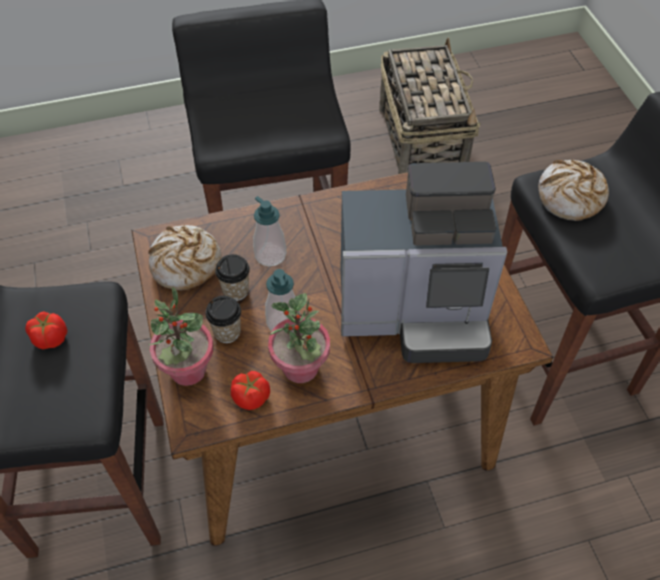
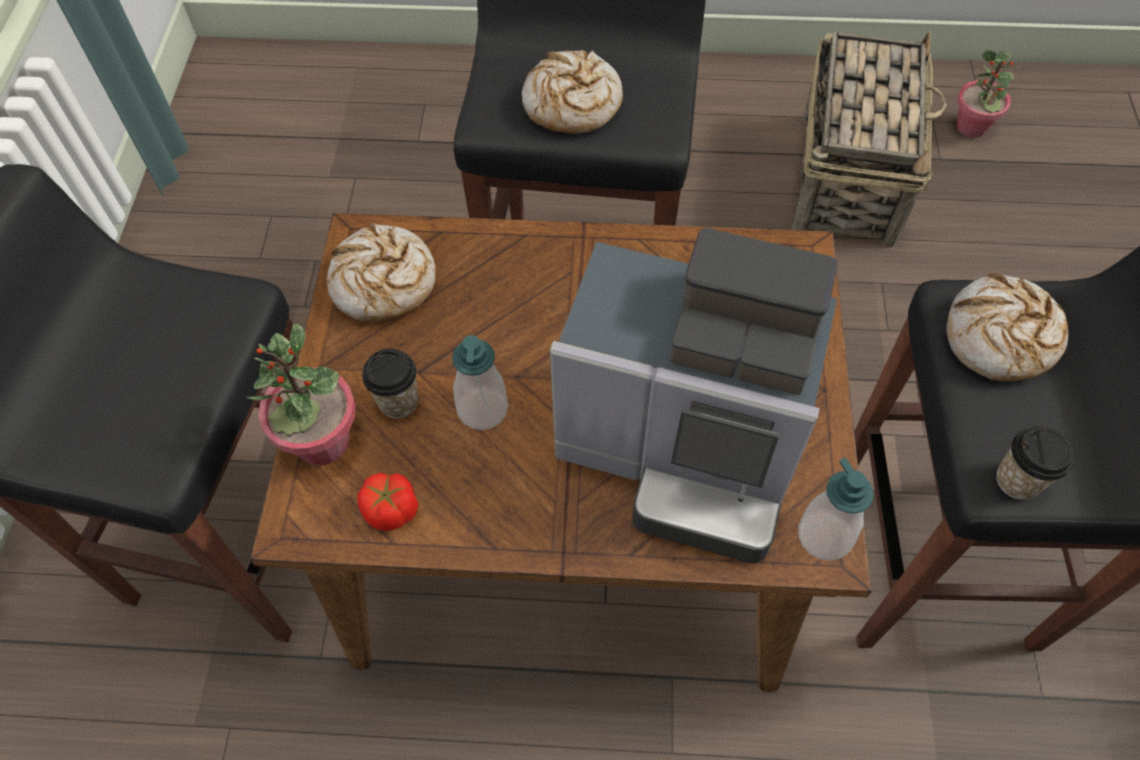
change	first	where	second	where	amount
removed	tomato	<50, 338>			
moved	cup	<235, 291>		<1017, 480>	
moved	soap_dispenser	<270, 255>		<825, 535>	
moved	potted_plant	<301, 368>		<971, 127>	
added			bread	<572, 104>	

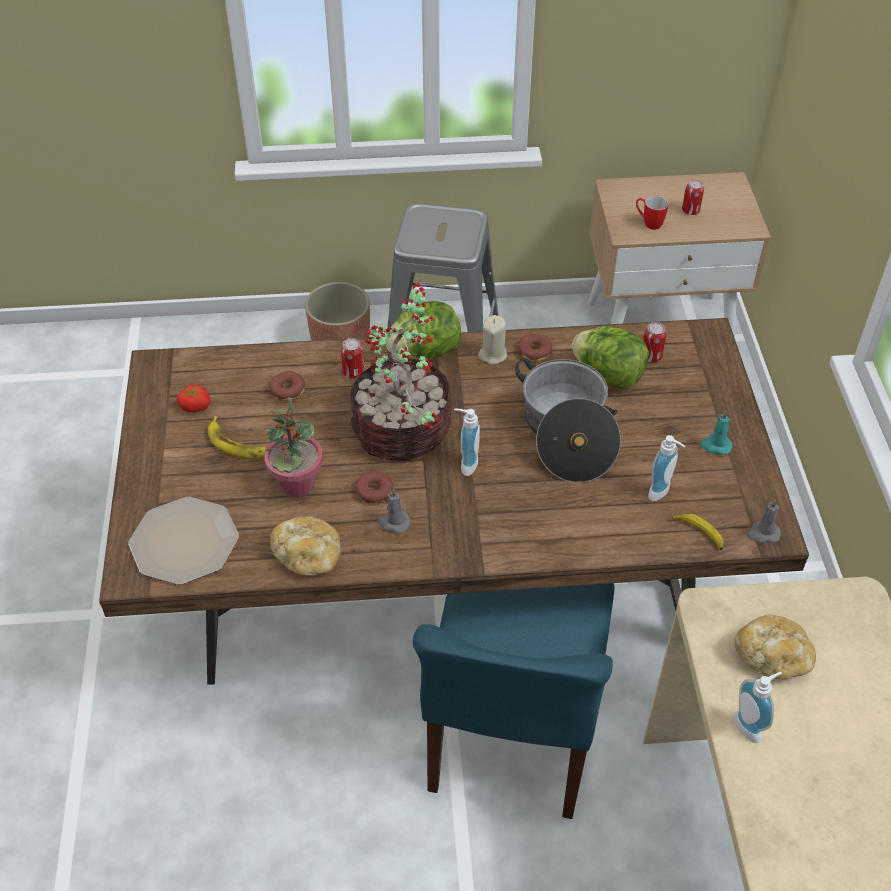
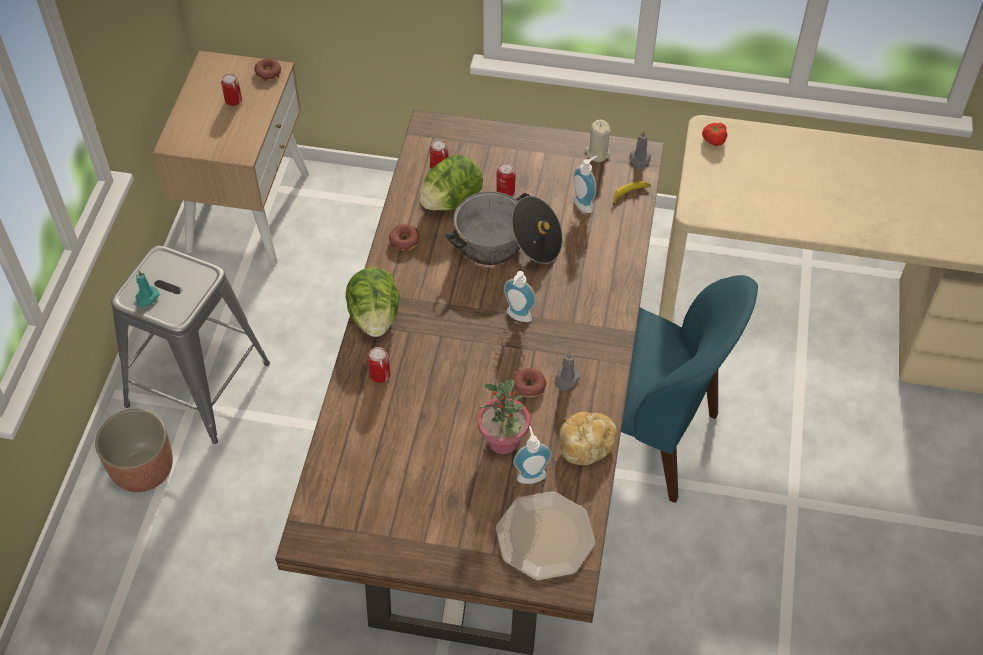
change	first	where	second	where	amount
moved	tomato	<195, 405>		<713, 140>	
removed	banana	<238, 444>			
moved	donut	<288, 390>		<268, 73>	
removed	potted_plant	<403, 432>			
moved	beige_candle	<493, 354>		<597, 153>	
removed	mug	<648, 223>			
moved	turquoise_candle	<715, 445>		<146, 297>	
moved	soap_dispenser	<751, 725>		<530, 474>	
removed	bread	<772, 657>			
added			can	<505, 191>	

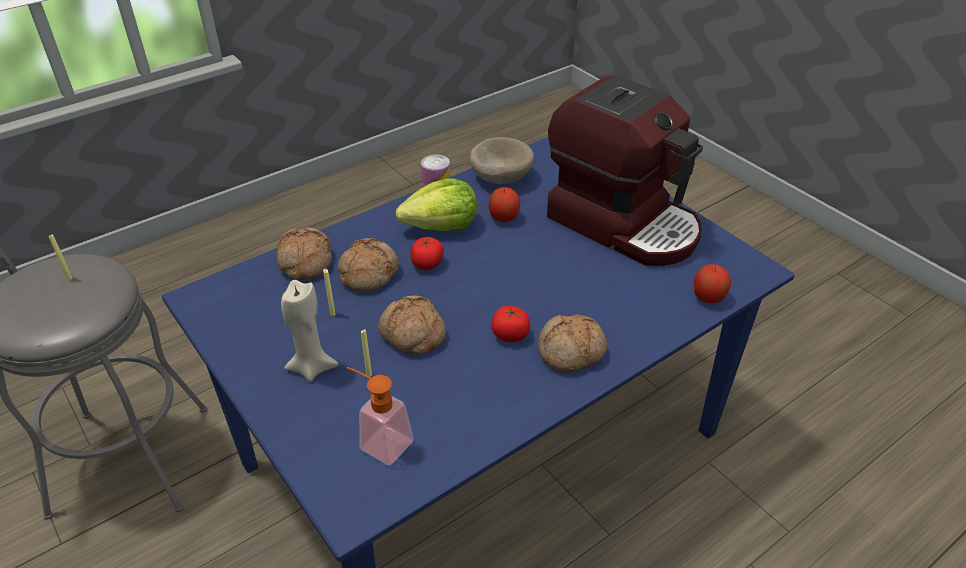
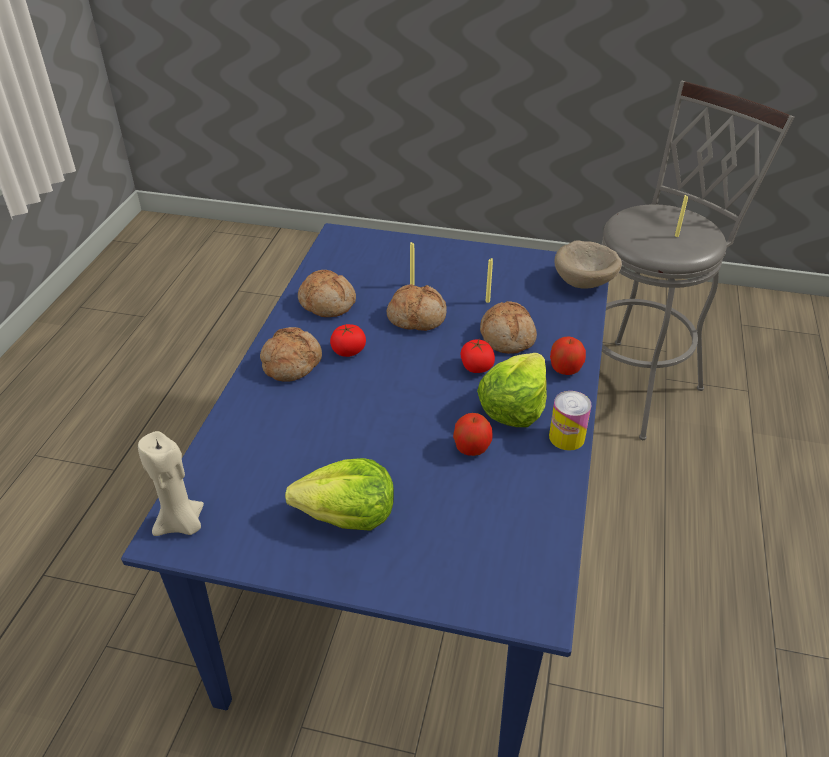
change	first	where	second	where	amount
moved	bread	<304, 262>		<328, 303>	
moved	beige_candle	<312, 367>		<182, 524>	
removed	soap_dispenser	<379, 441>			
moved	beige_bowl	<500, 177>		<585, 282>	
replaced	coffee_machine	<624, 223>	lettuce	<348, 516>	
moved	apple	<708, 297>		<565, 369>	

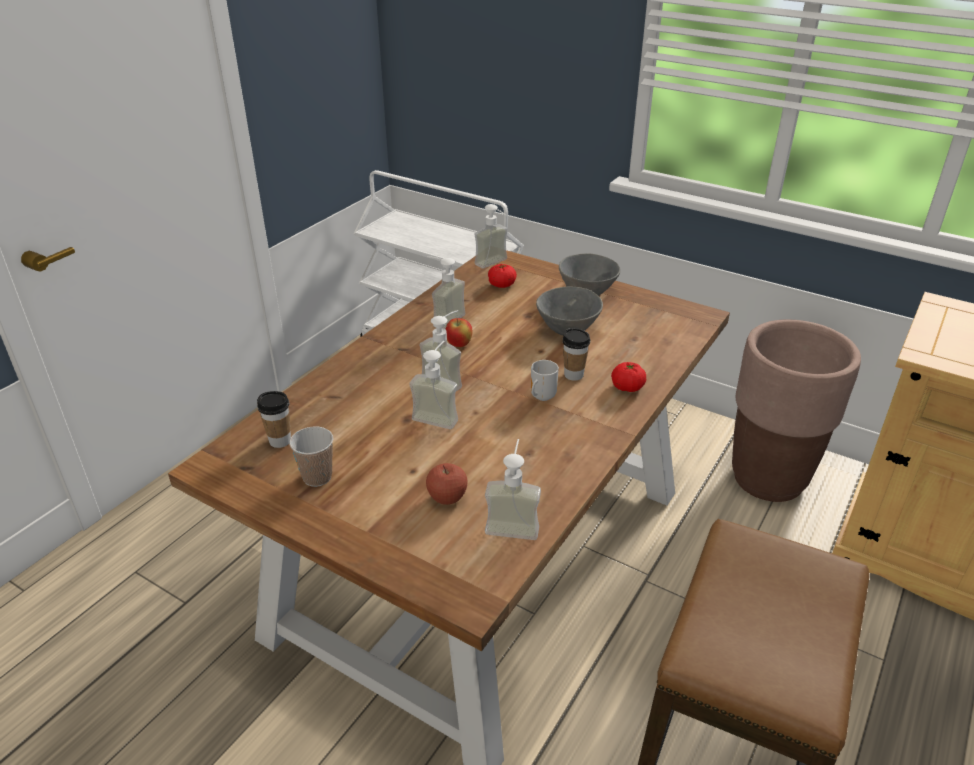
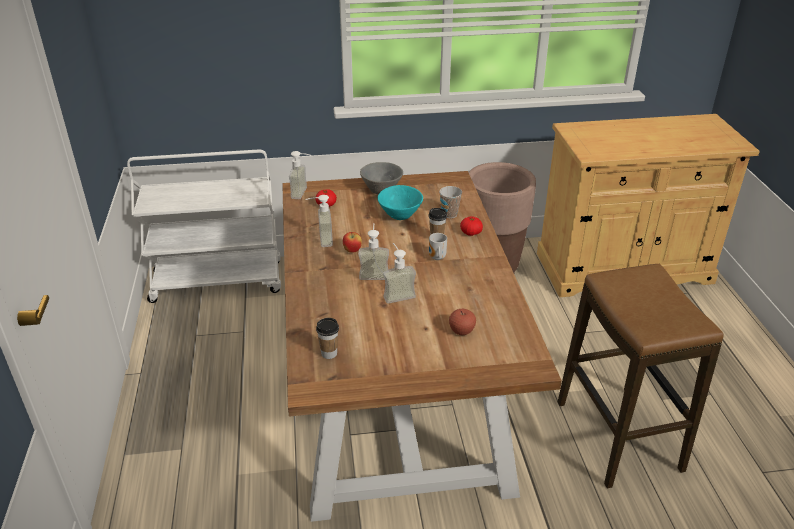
change	first	where	second	where	amount
moved	cup	<317, 477>		<449, 214>	
removed	soap_dispenser	<513, 522>			
recoloured	grey_bowl	<566, 329>	turquoise_bowl	<398, 215>	

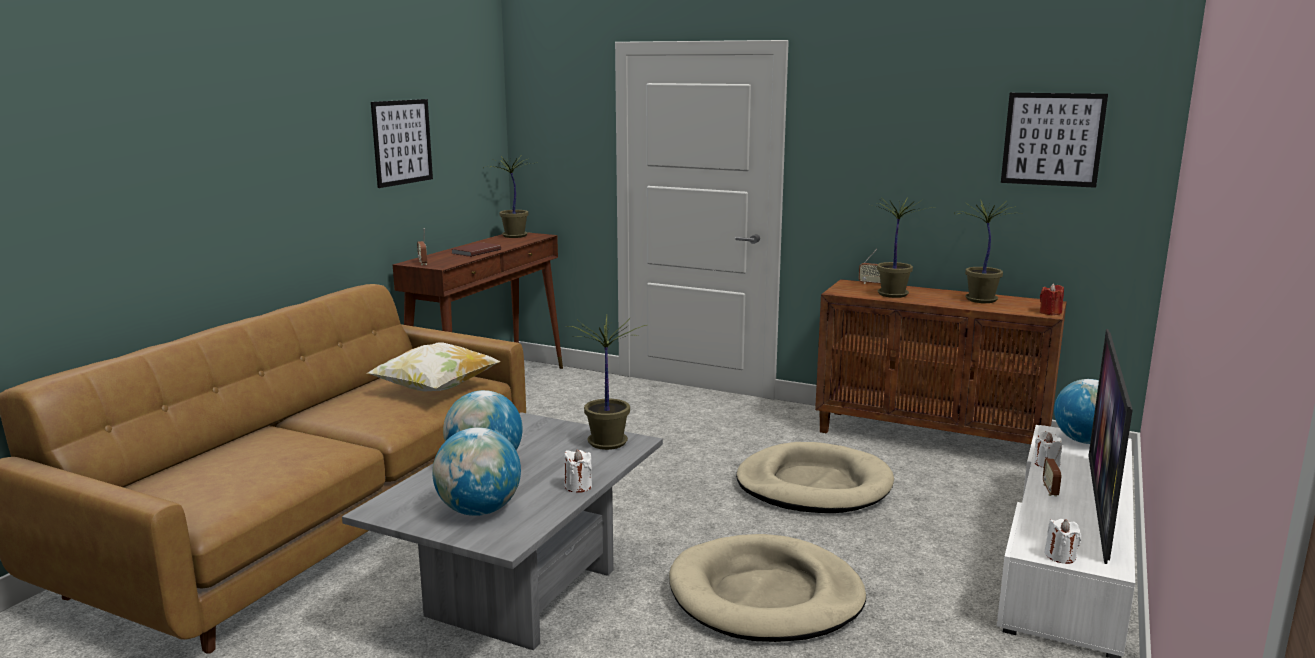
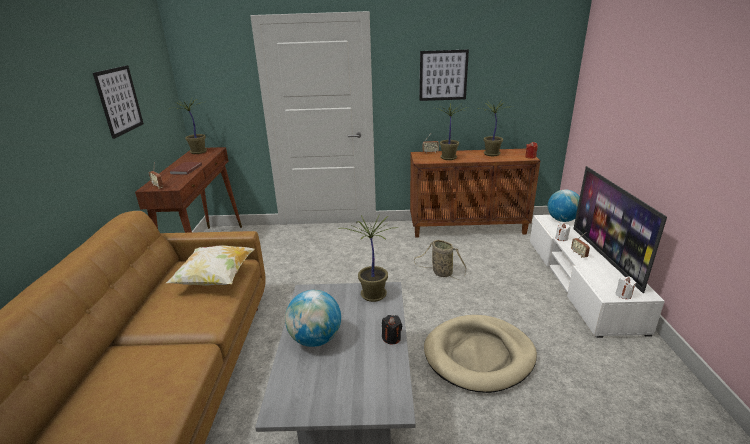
change	first	where	second	where	amount
removed	globe	<479, 511>			
recoloured	white_candle	<578, 486>	black_candle	<391, 338>	
replaced	beige_dog_bed	<813, 485>	basket	<440, 272>	
moved	picture	<1052, 139>		<443, 75>	

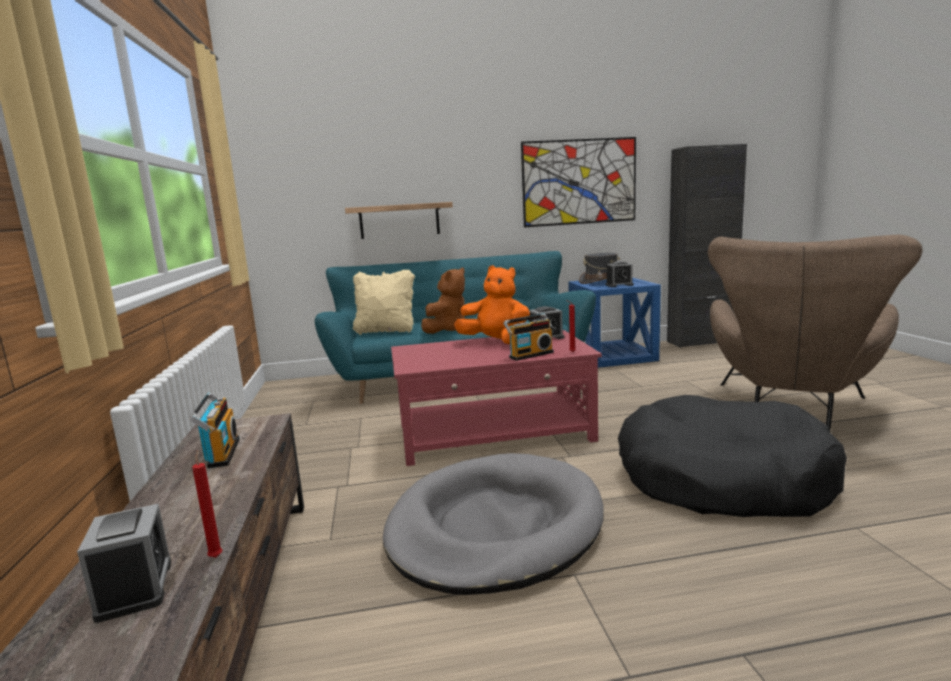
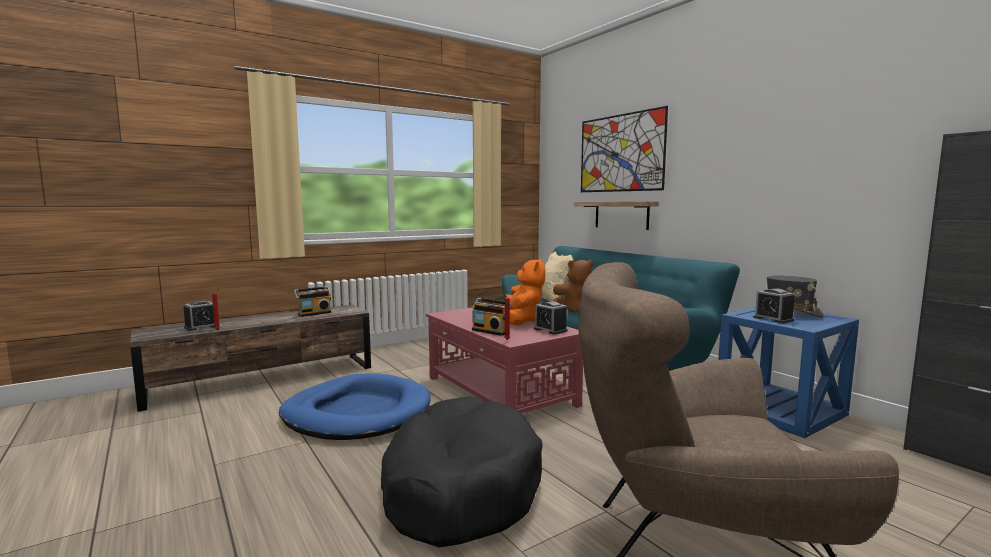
change	first	where	second	where	amount
recoloured	grey_dog_bed	<495, 527>	blue_dog_bed	<357, 413>	
moved	picture	<579, 182>		<620, 153>	

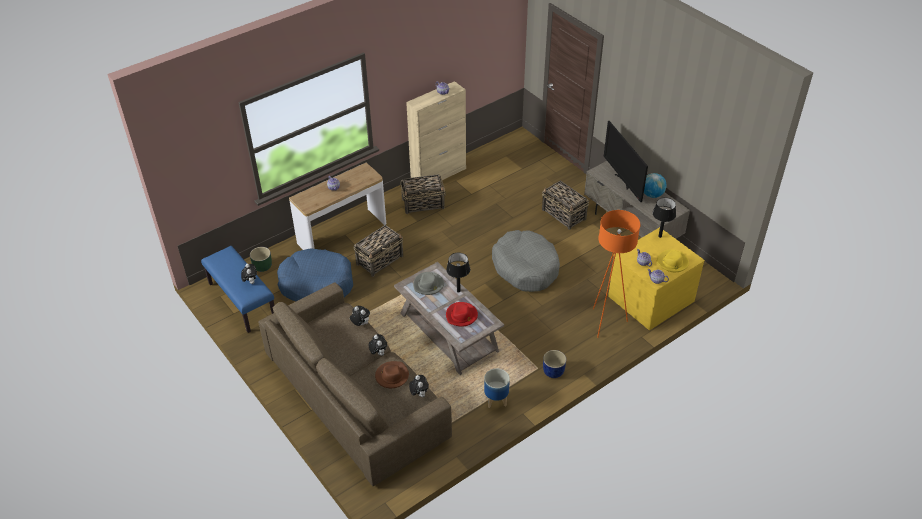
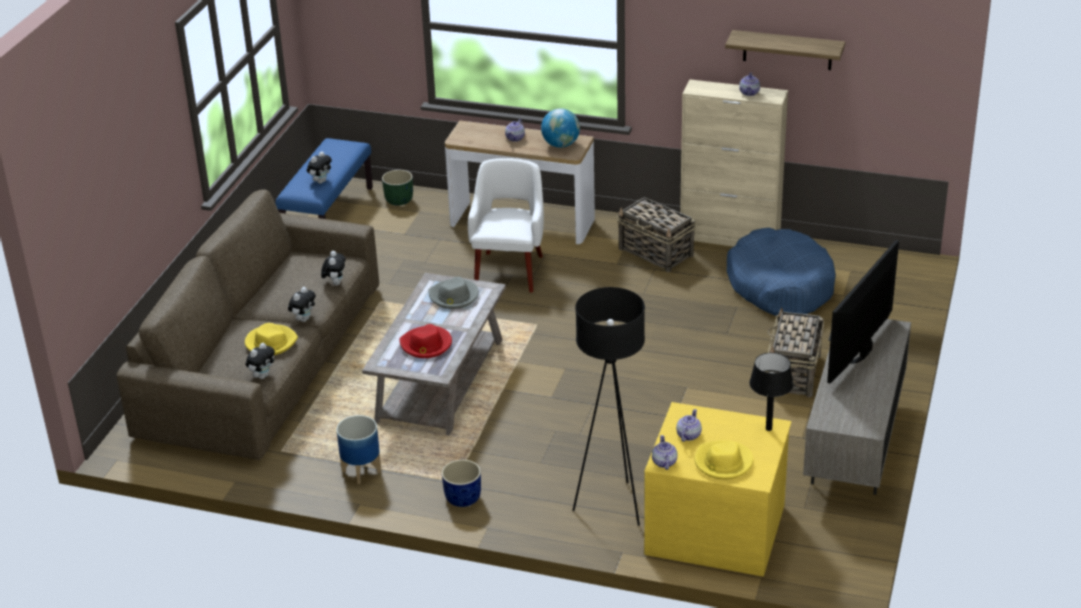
change	first	where	second	where	amount
moved	blue_dog_bed	<316, 284>		<780, 286>	
replaced	basket	<380, 260>	white_armchair	<509, 271>	
recoloured	brown_hat	<392, 376>	yellow_hat	<270, 342>	
removed	black_table_lamp	<458, 291>			
removed	grey_dog_bed	<525, 267>			
recoloured	orange_floor_lamp	<605, 322>	black_floor_lamp	<612, 506>	
moved	globe	<652, 194>		<561, 145>	
added			shelf	<787, 50>	

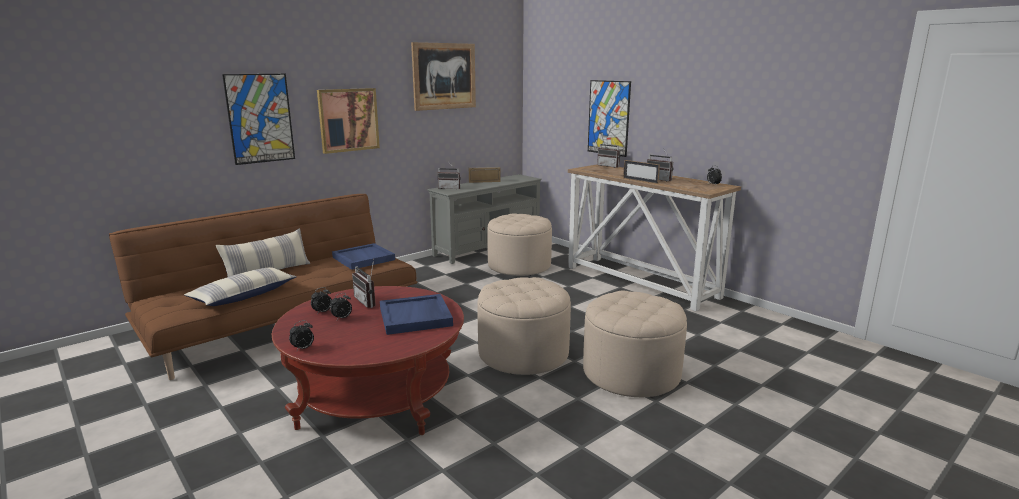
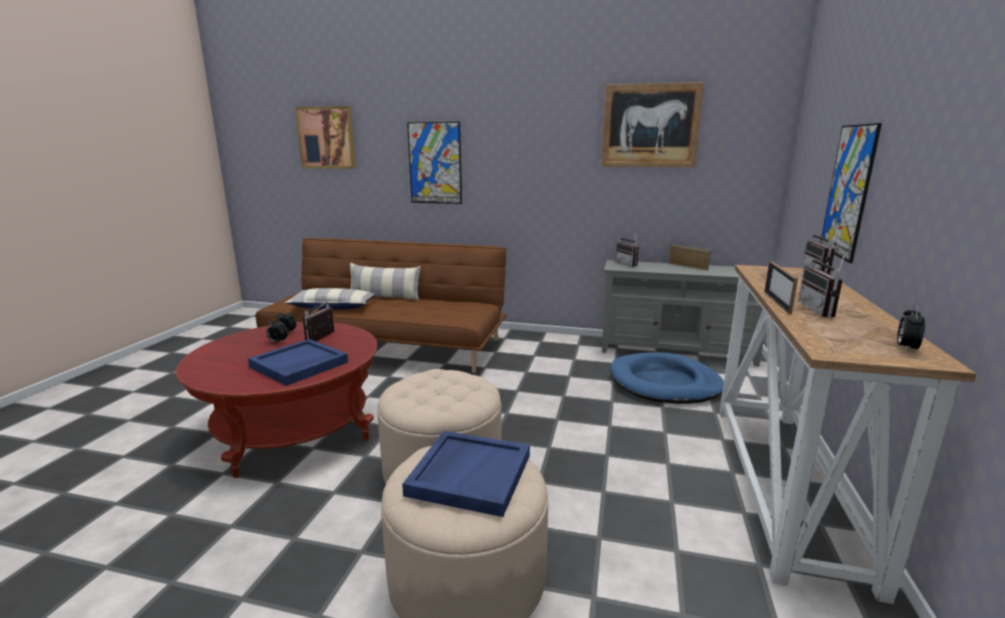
change	first	where	second	where	amount
removed	alarm_clock	<303, 348>			
moved	picture	<348, 120>		<326, 138>	
moved	blue_tray	<363, 258>		<469, 474>	
replaced	beige_ottoman	<519, 265>	blue_dog_bed	<665, 383>	

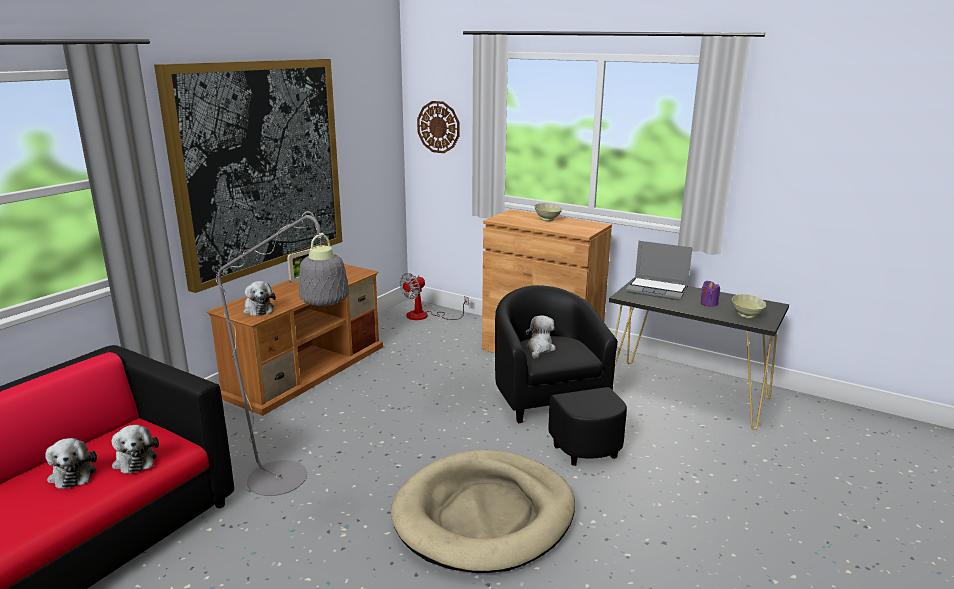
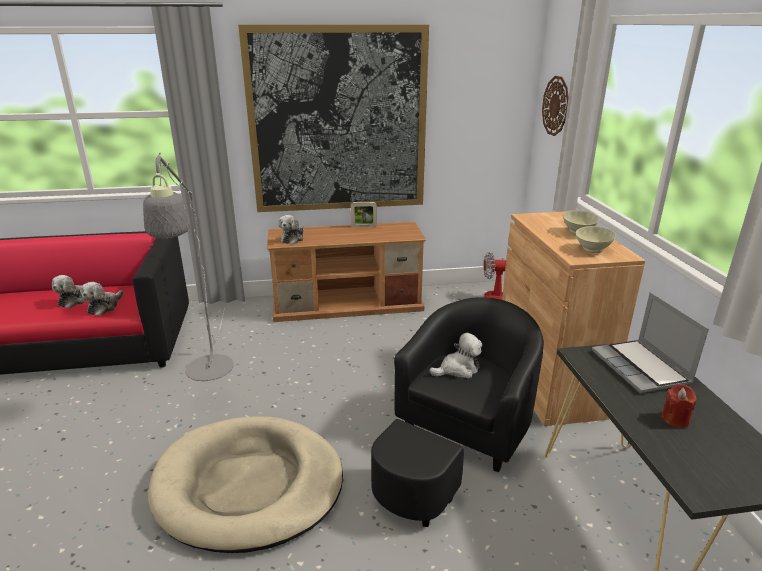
change	first	where	second	where	amount
recoloured	purple_candle	<708, 304>	red_candle	<675, 419>	
moved	beige_bowl	<746, 315>		<592, 250>	

